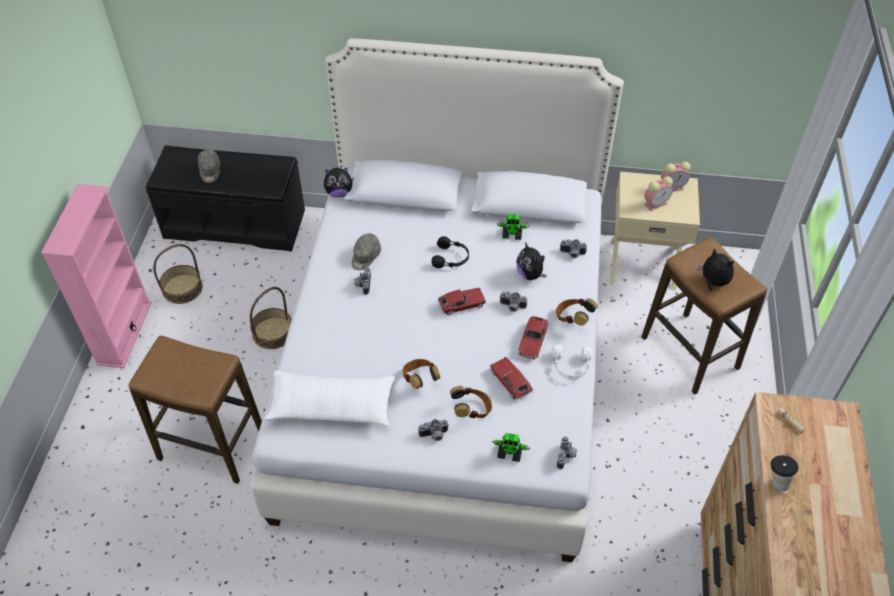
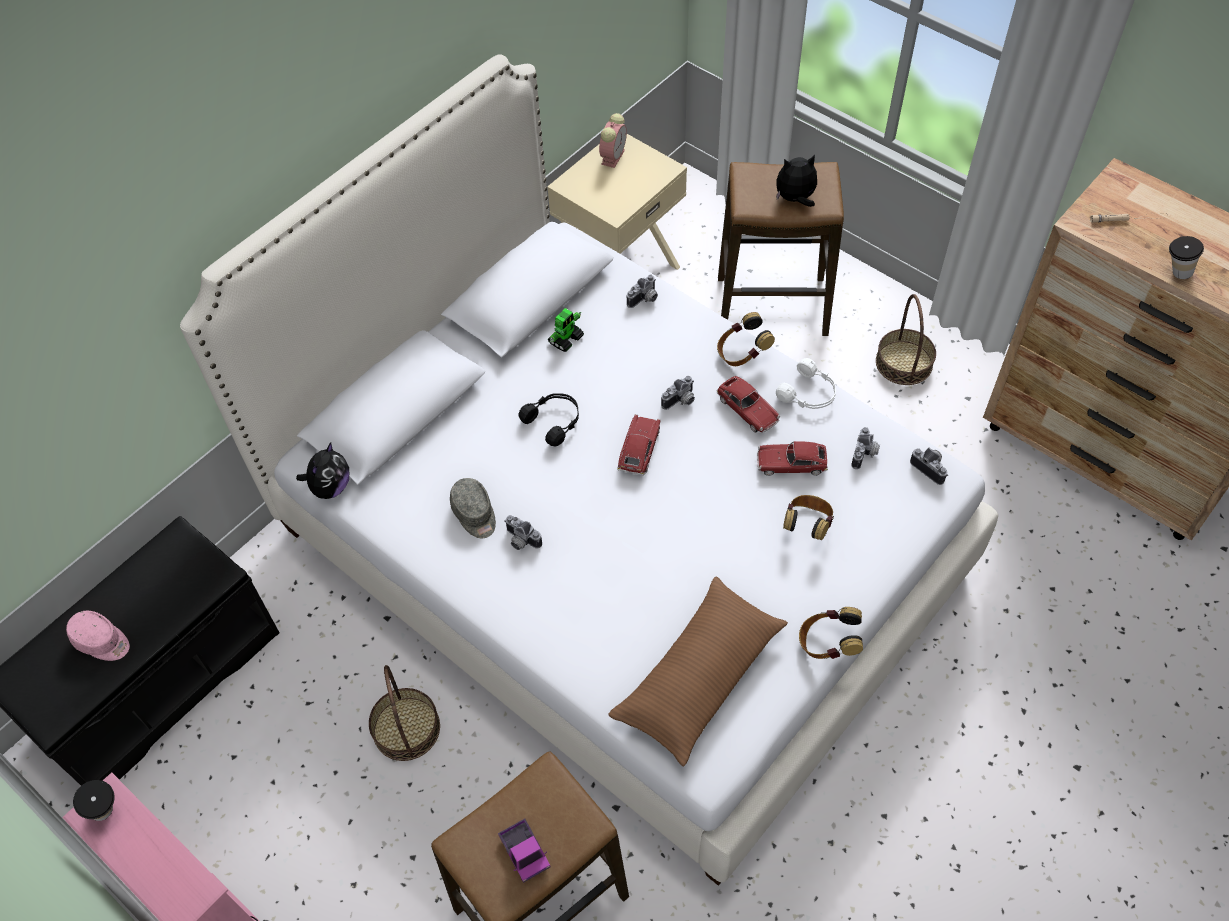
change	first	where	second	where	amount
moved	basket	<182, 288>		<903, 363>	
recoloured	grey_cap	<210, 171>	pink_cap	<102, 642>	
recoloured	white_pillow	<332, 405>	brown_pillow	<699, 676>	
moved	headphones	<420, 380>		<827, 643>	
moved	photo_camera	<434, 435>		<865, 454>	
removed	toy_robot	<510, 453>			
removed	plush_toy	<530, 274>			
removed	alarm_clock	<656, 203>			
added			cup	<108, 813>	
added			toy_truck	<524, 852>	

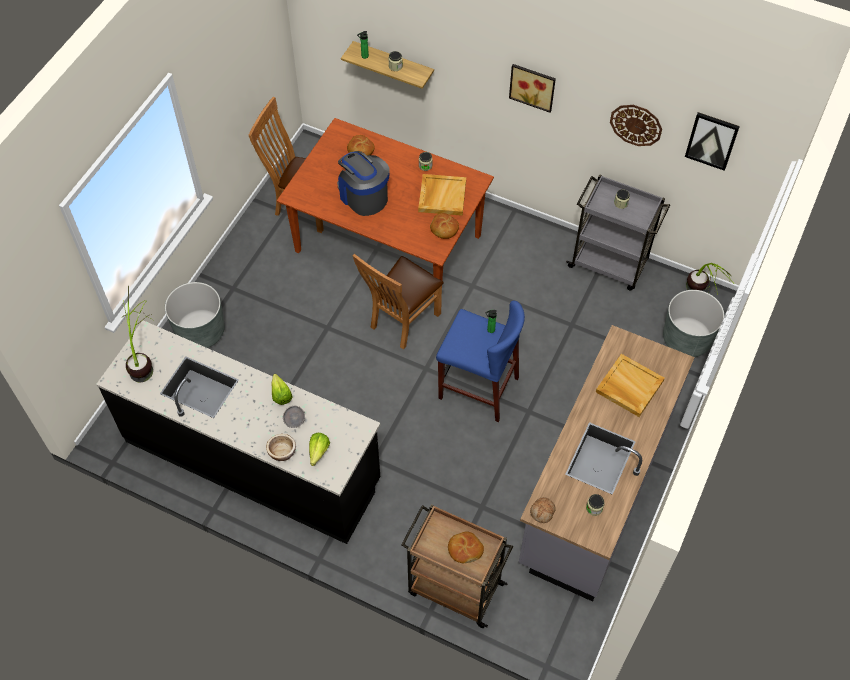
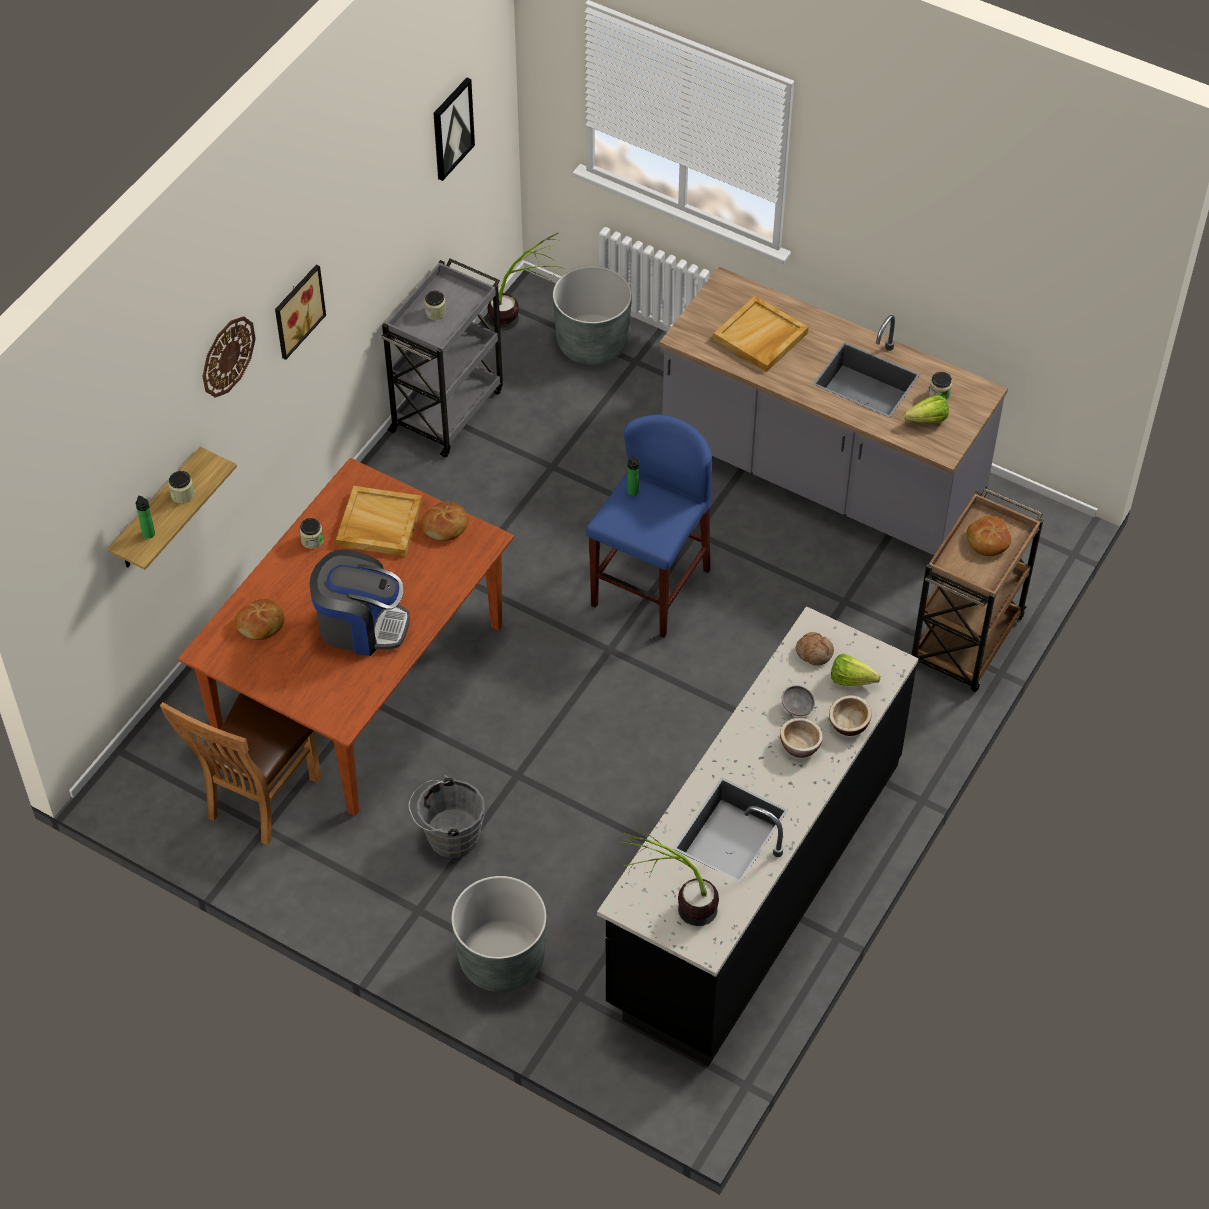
change	first	where	second	where	amount
moved	lettuce	<281, 392>		<923, 420>	
turned	coffee_machine	<363, 196>		<361, 625>	135 degrees counterclockwise
removed	brown_chair	<401, 322>			
moved	bread	<543, 512>		<814, 652>	
moved	wall_clock	<636, 124>		<227, 356>	
added			grey_bucket	<448, 836>	
added			bowl	<800, 745>	

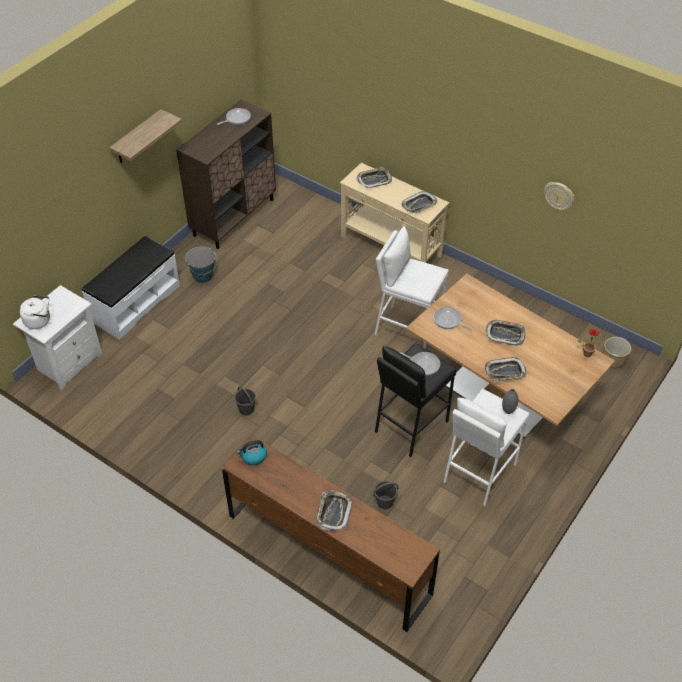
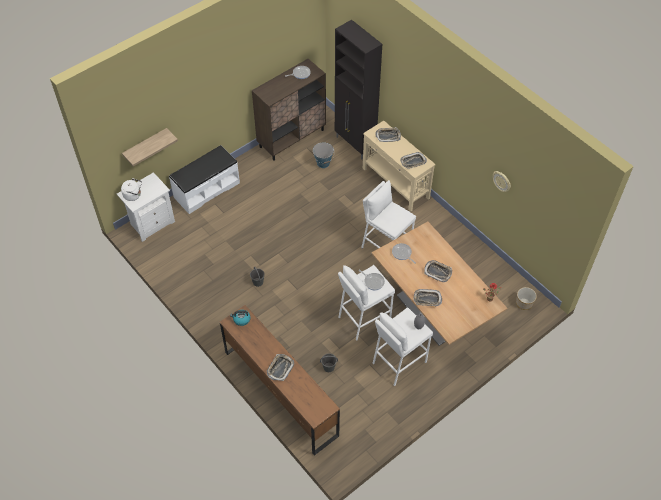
change	first	where	second	where	amount
moved	shelf	<137, 138>		<145, 146>	
moved	bucket	<203, 276>		<323, 163>	
recoloured	black_stool	<410, 426>	white_stool	<363, 319>	
added			black_cabinet	<355, 144>	

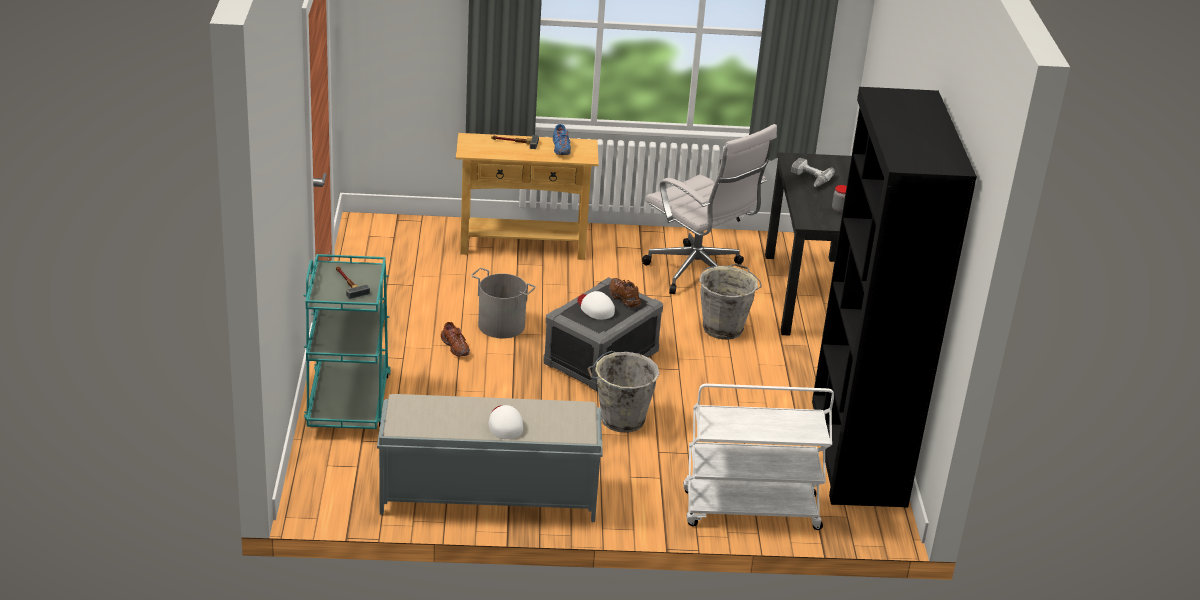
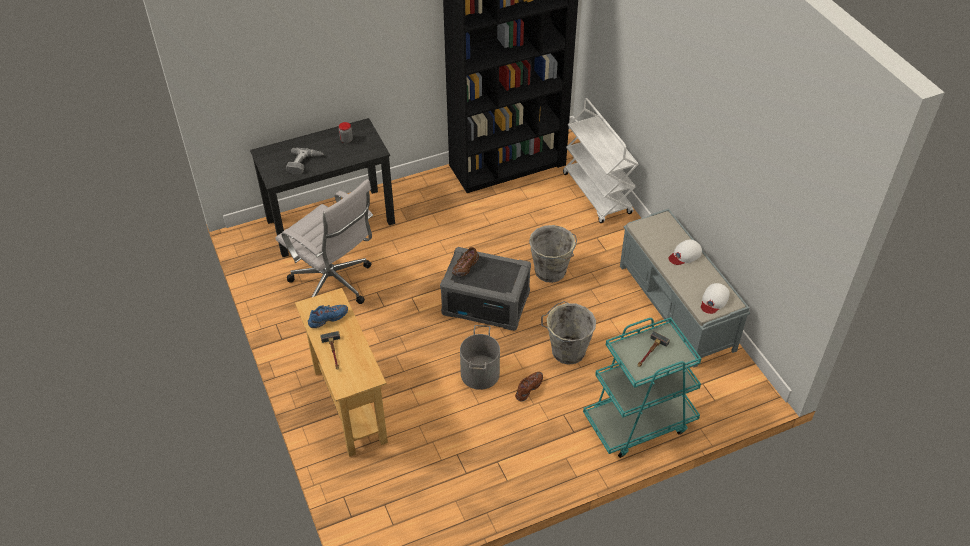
change	first	where	second	where	amount
moved	white_cap	<595, 308>		<714, 300>	
turned	white_office_chair	<699, 274>		<334, 285>	105 degrees clockwise
moved	grey_bucket	<723, 327>		<566, 351>	

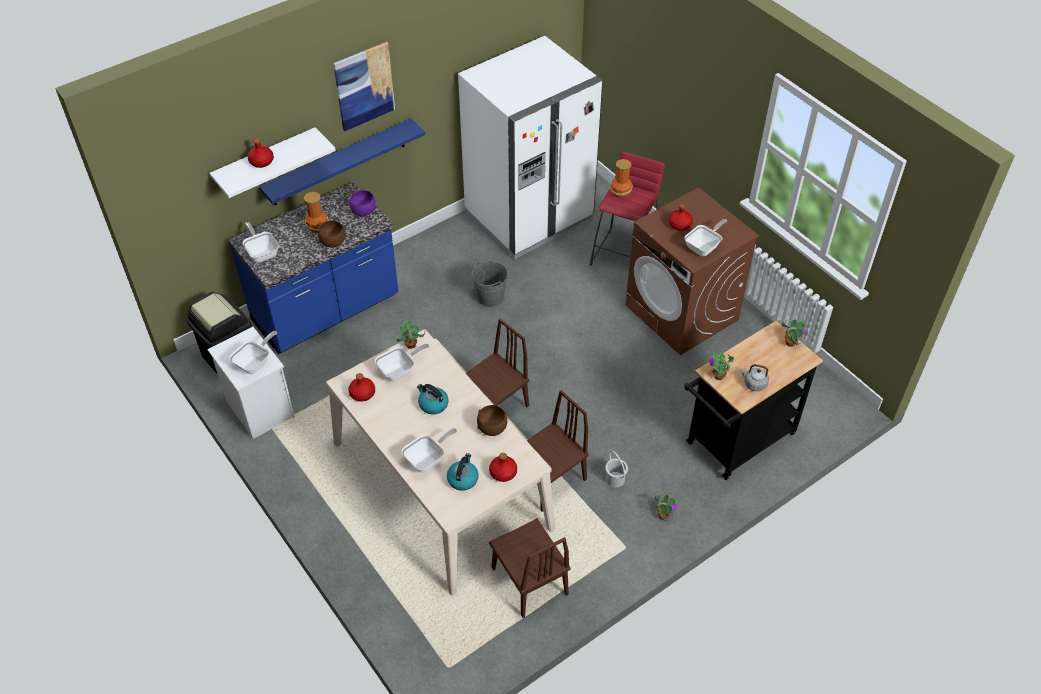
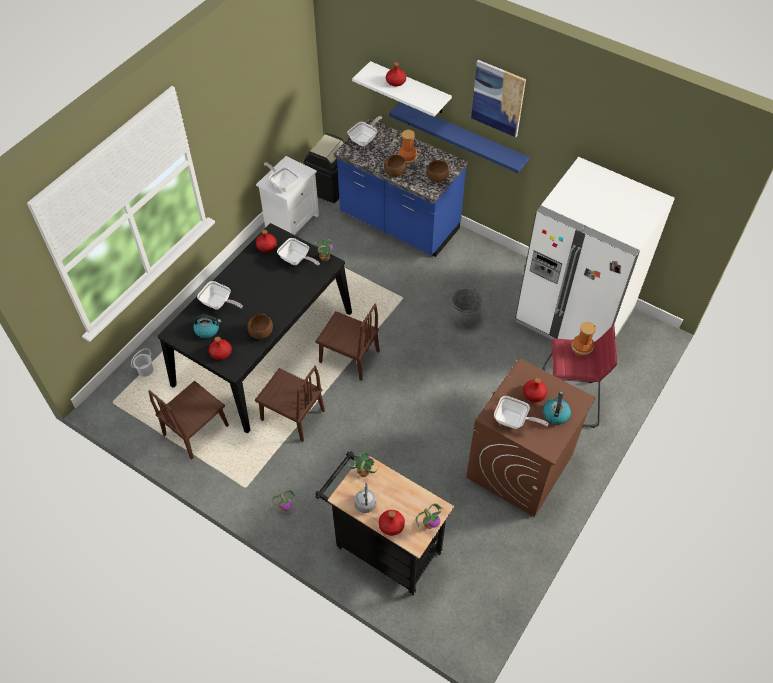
change	first	where	second	where	amount
turned	frying_pan	<255, 363>		<283, 184>	150 degrees counterclockwise
recoloured	beige_dining_table	<441, 485>	black_dining_table	<263, 348>	
recoloured	purple_bowl	<363, 212>	brown_bowl	<437, 178>	
moved	kettle	<433, 404>		<555, 414>	
moved	white_bucket	<615, 479>		<145, 370>	
added			red_bottle	<391, 525>	

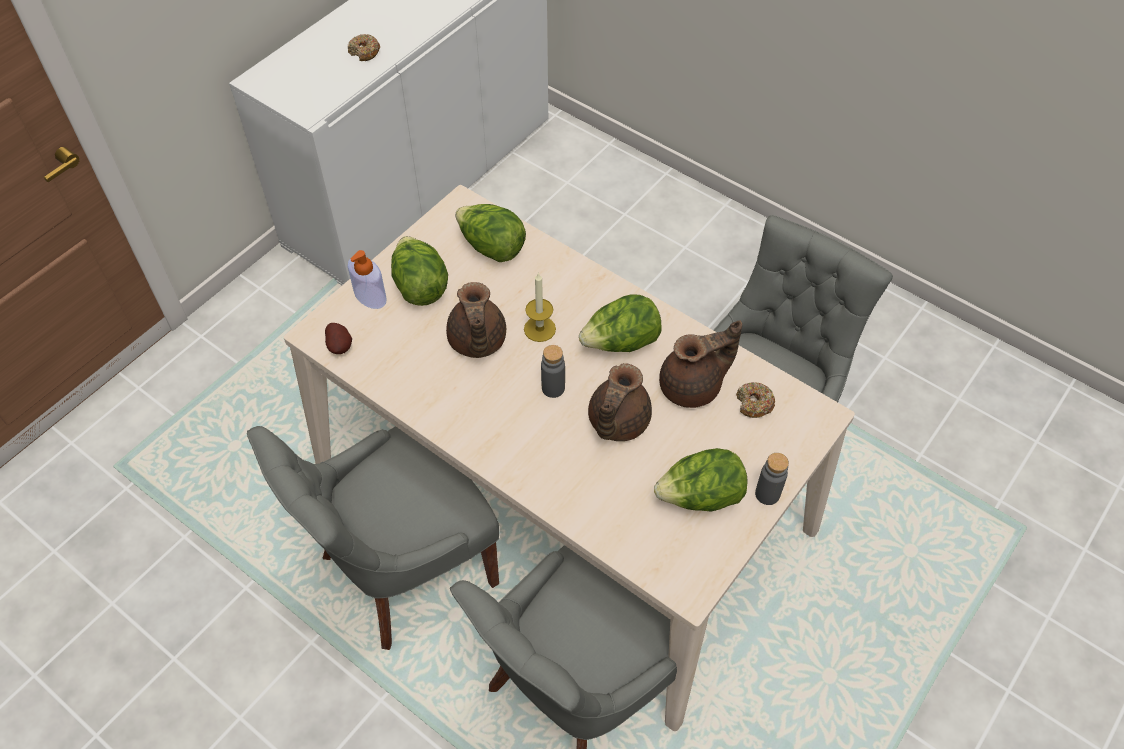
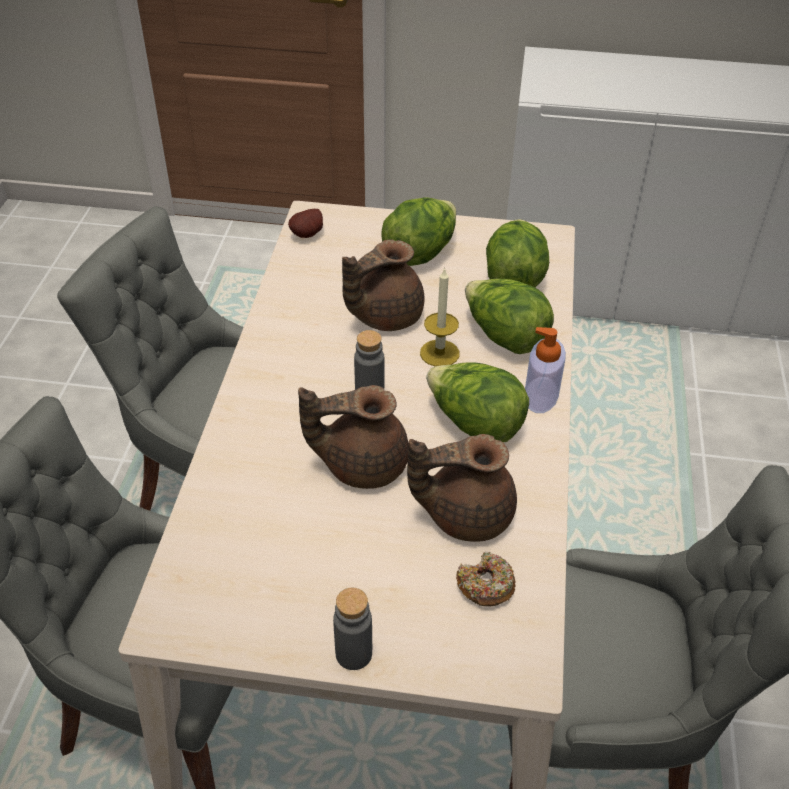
change	first	where	second	where	amount
removed	donut	<364, 52>			
moved	soap_dispenser	<370, 296>		<541, 395>	
moved	lettuce	<700, 497>		<504, 337>	
turned	brown_teapot	<693, 386>		<465, 513>	135 degrees clockwise

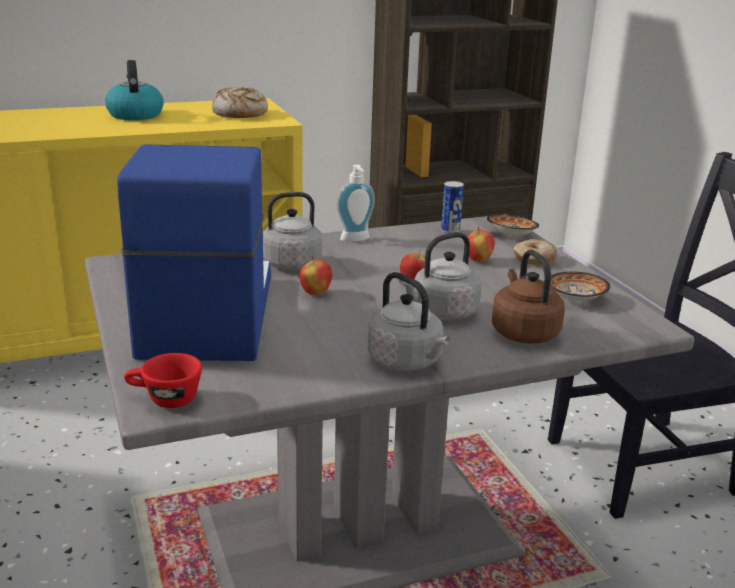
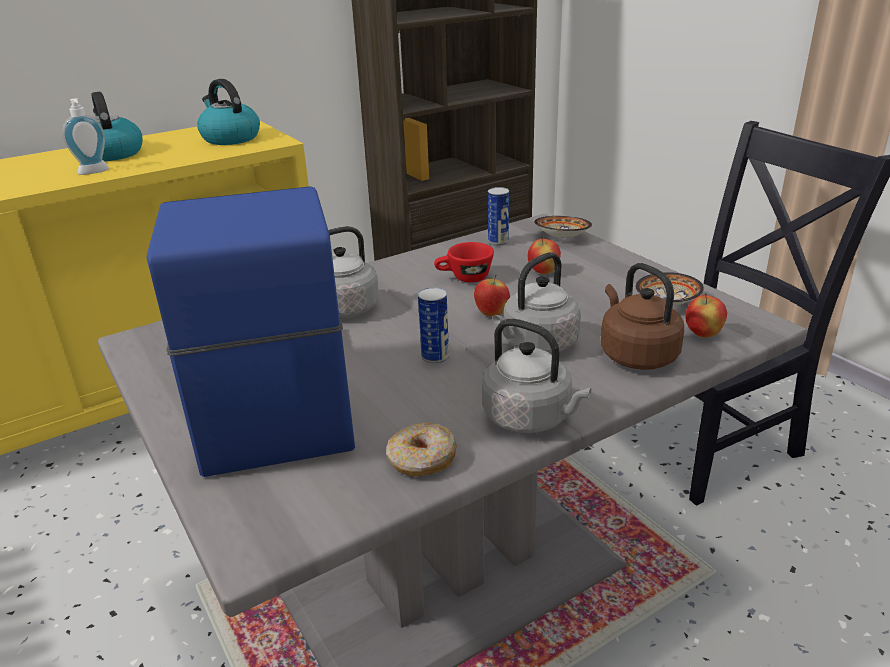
change	first	where	second	where	amount
moved	red_cup	<164, 399>		<464, 278>	
replaced	bread	<240, 113>	kettle	<230, 138>	
moved	apple	<315, 293>		<703, 334>	
moved	soap_dispenser	<356, 240>		<94, 172>	
moved	donut	<533, 259>		<421, 460>	
added			can	<435, 357>	

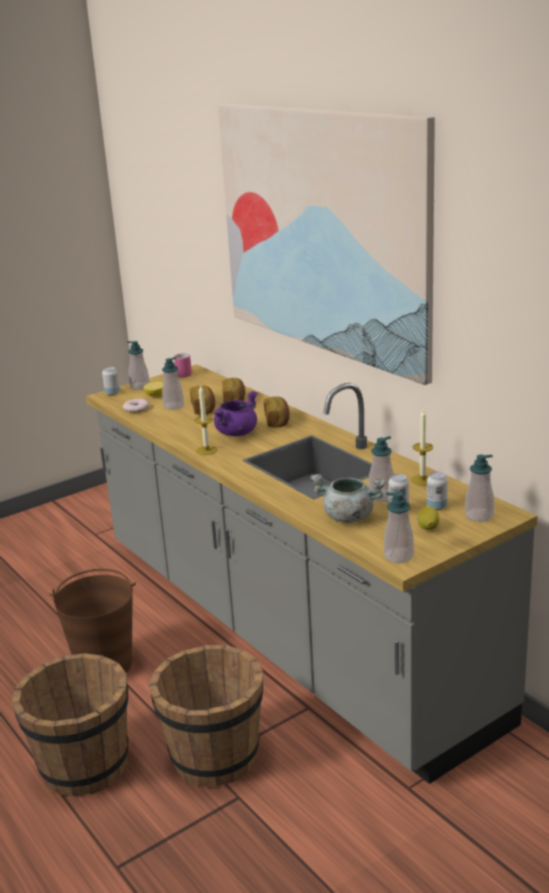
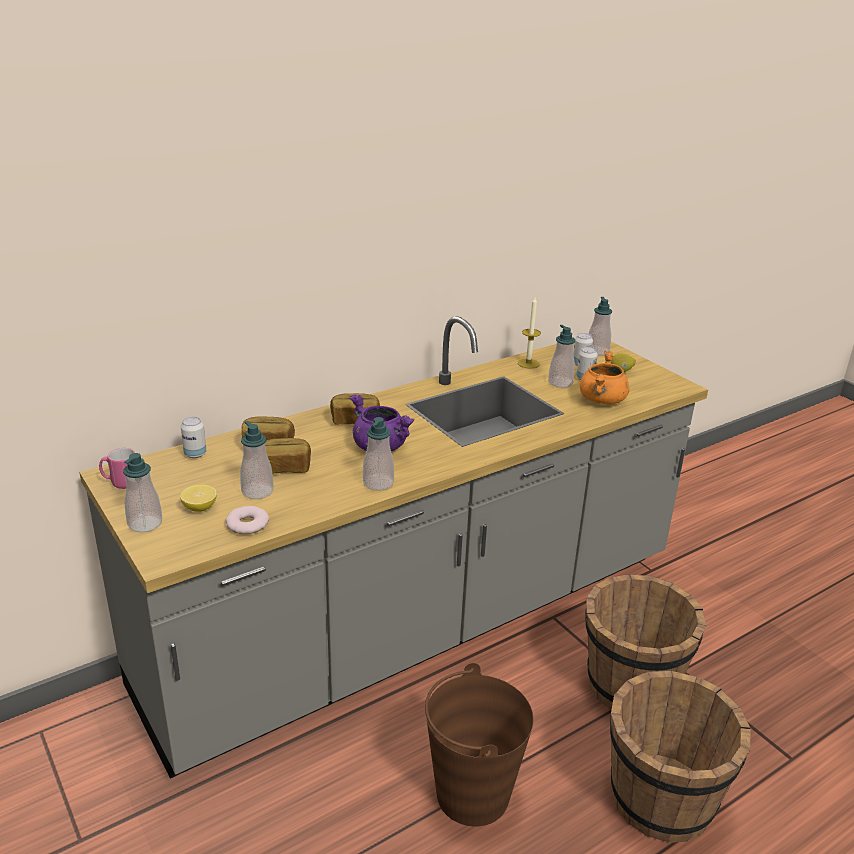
change	first	where	second	where	amount
moved	can	<112, 393>		<195, 454>	
removed	candle	<206, 450>			
removed	picture	<322, 232>			
recoloured	grey_cooking_pot	<348, 517>	orange_cooking_pot	<602, 400>	
moved	soap_dispenser	<398, 556>		<378, 483>	

